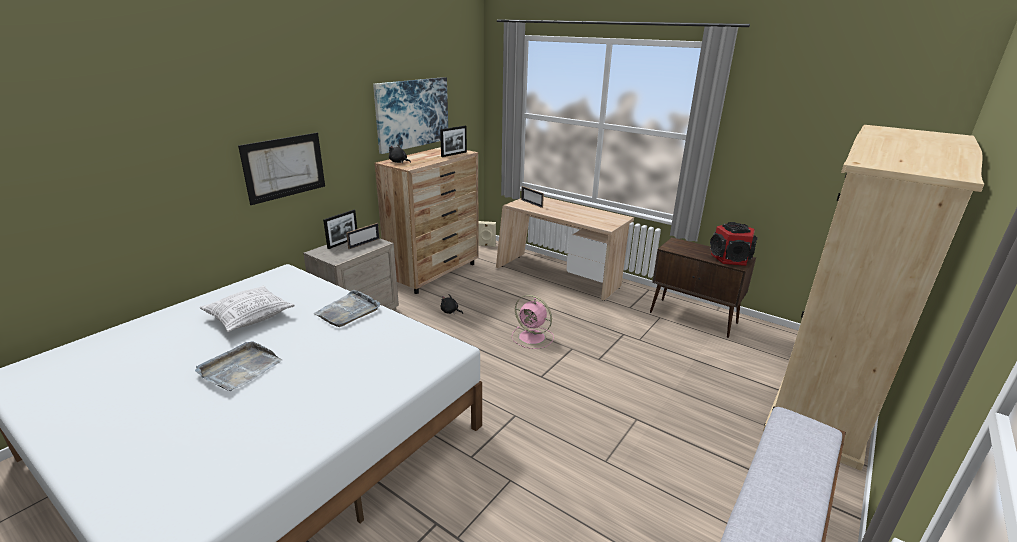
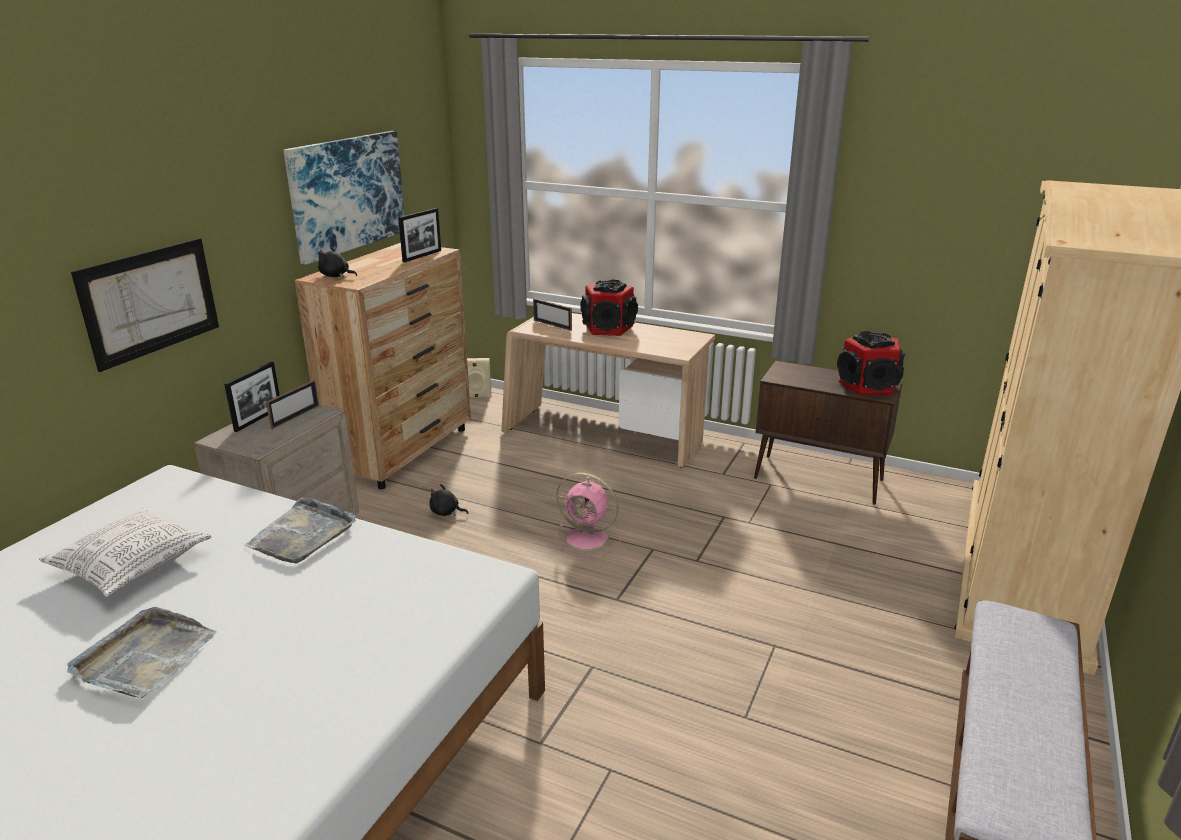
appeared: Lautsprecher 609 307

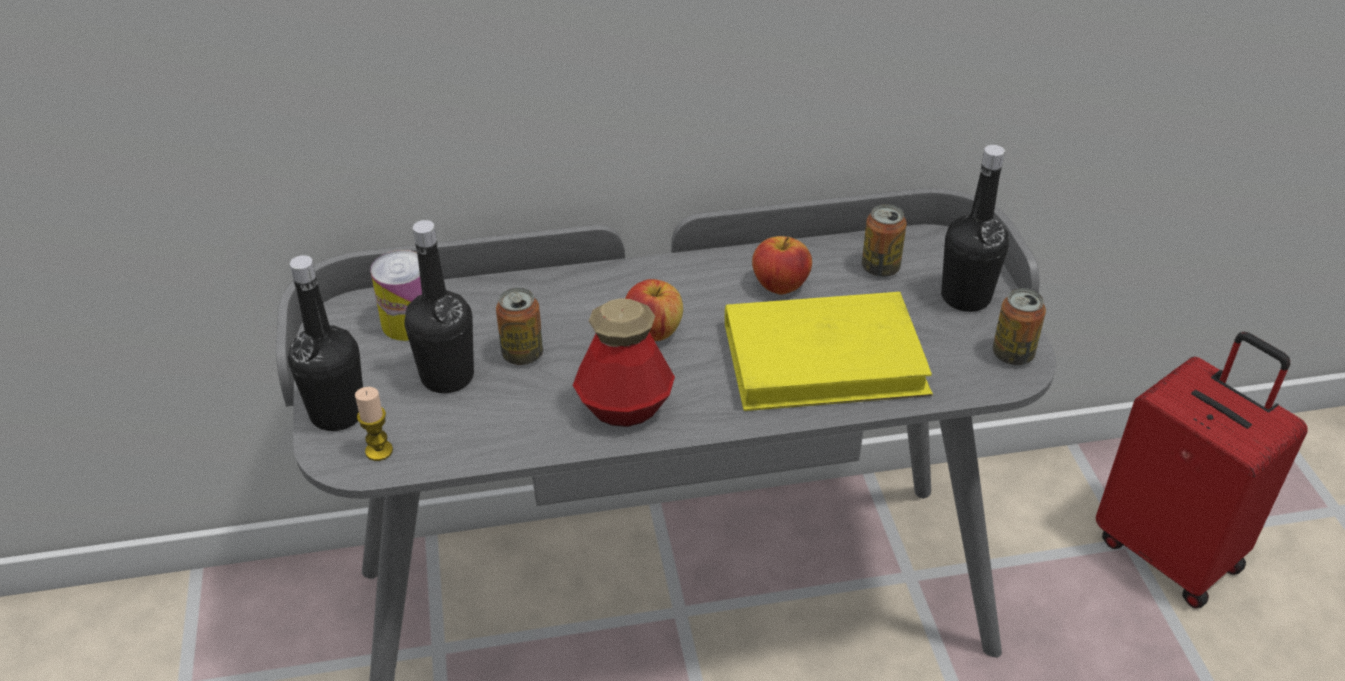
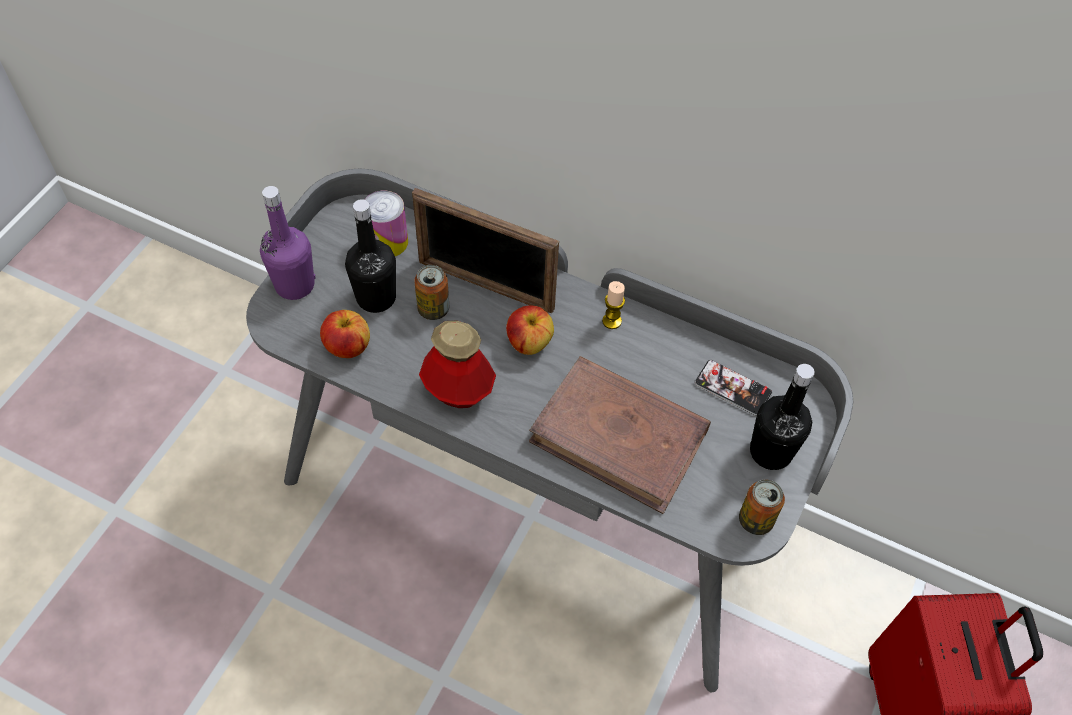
appeared: Bilderrahmen 485 250
relocated: Apfel 782 265 to 345 334; Kerze 374 424 to 613 305
exchanged: Dose 884 240 to Handy 733 388
colour: Flasche/schwarz 325 343 to Flasche/lila 288 243; Buch/gelb 829 351 to Buch/braun 620 435

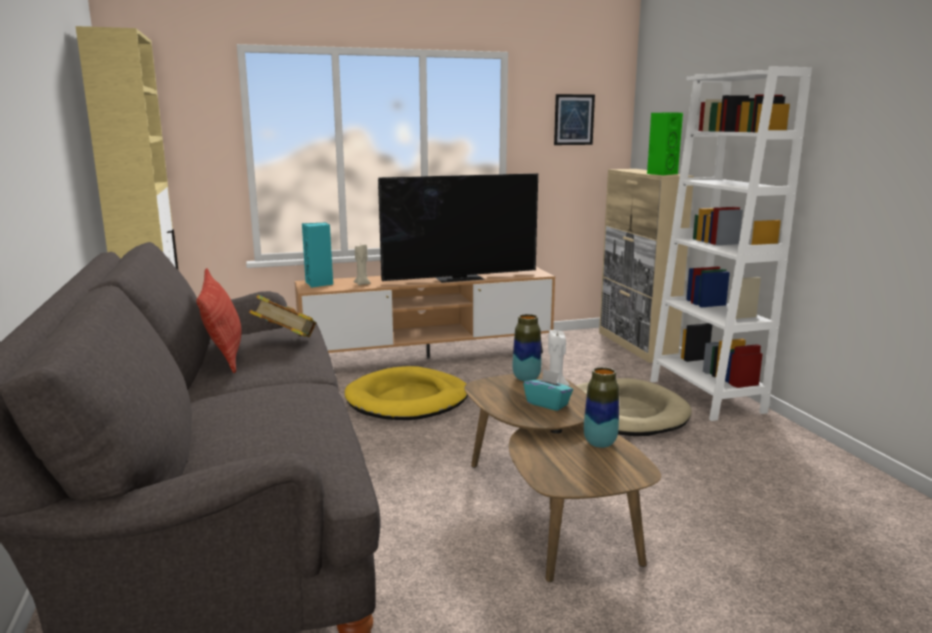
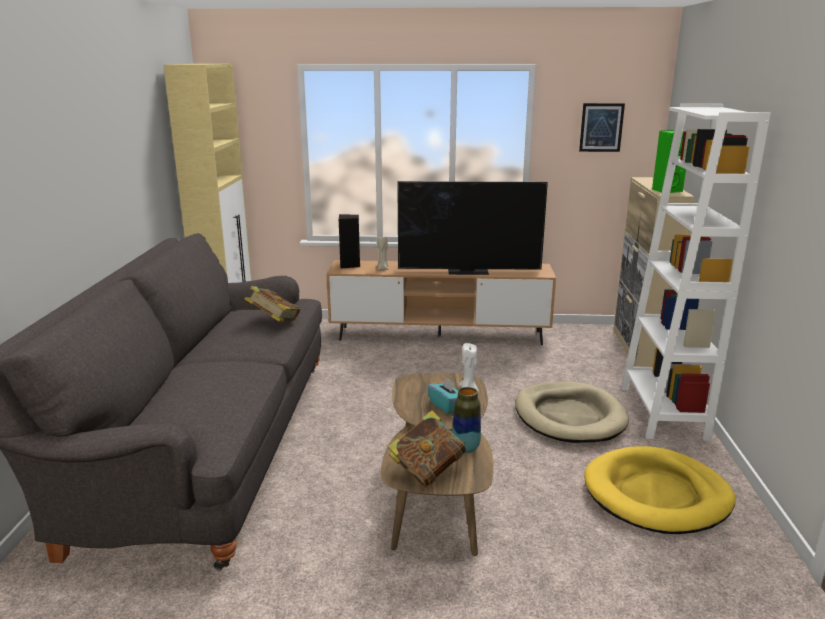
missing: Kissen 218 320; Vase 527 347
appeared: Buch 427 449
relocated: Hundebett/gelb 406 393 to 660 490
colour: Lautsprecher/türkis 317 255 to Lautsprecher/schwarz 349 241

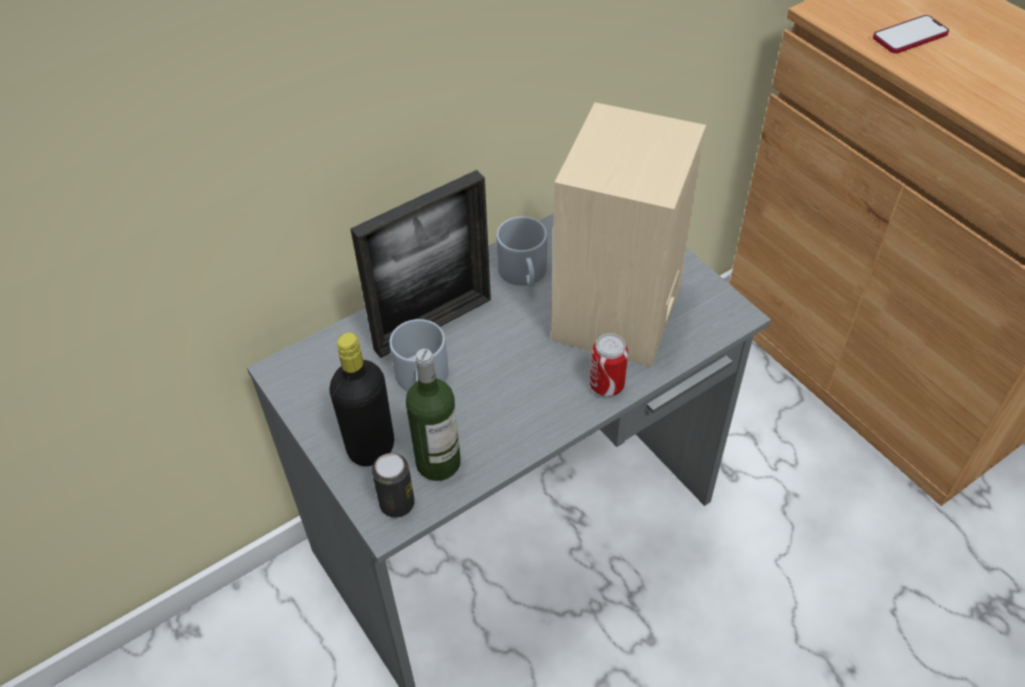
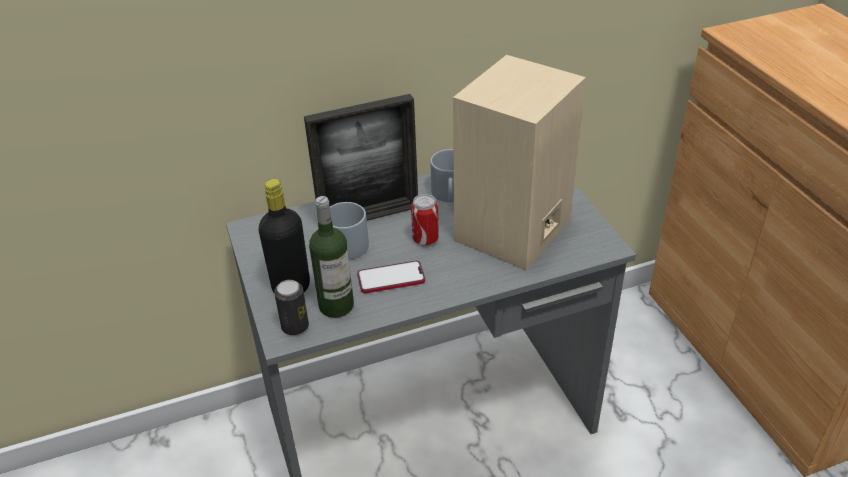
relocated: Handy 911 34 to 391 277; Dose 609 365 to 425 220

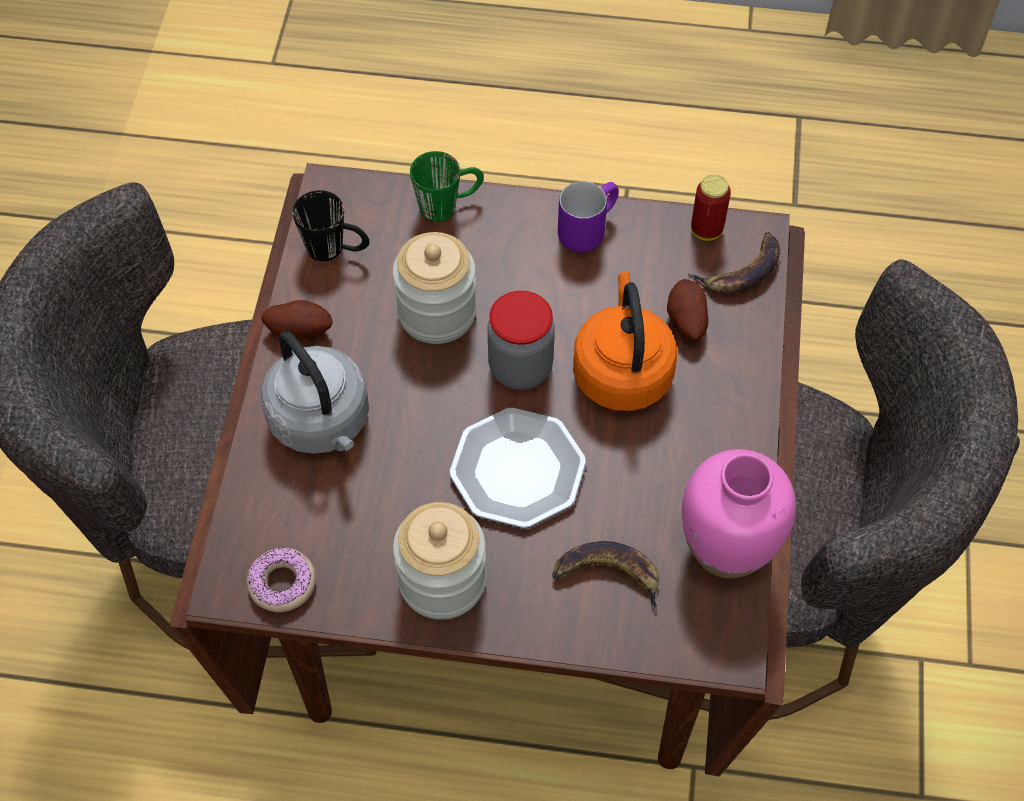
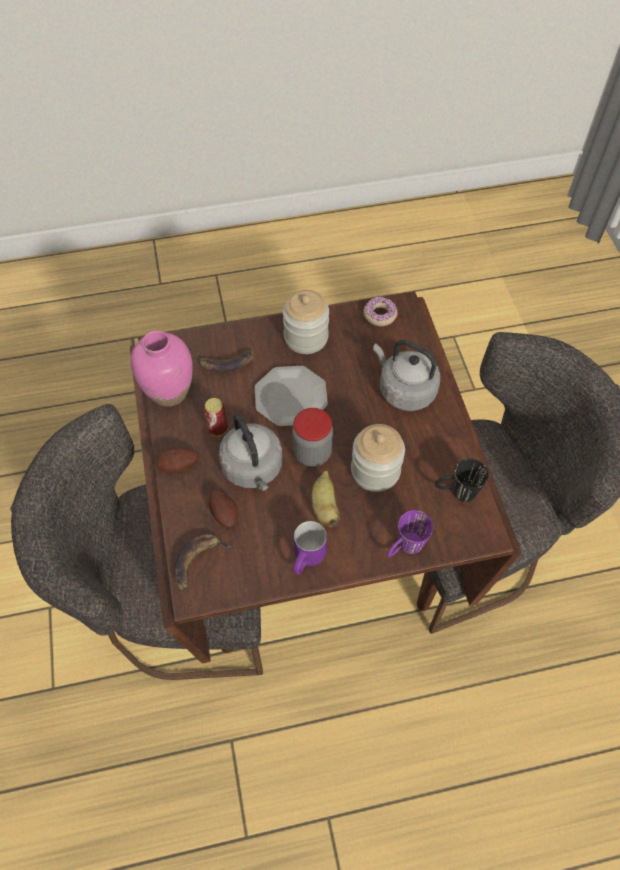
appeared: Banane 326 499
relocated: Kartoffel 297 320 to 176 460; Dose 711 208 to 215 417
colour: Wasserkessel/orange 625 341 to Wasserkessel/grau 250 452; Henkelbecher/grün 447 186 to Henkelbecher/lila 410 533

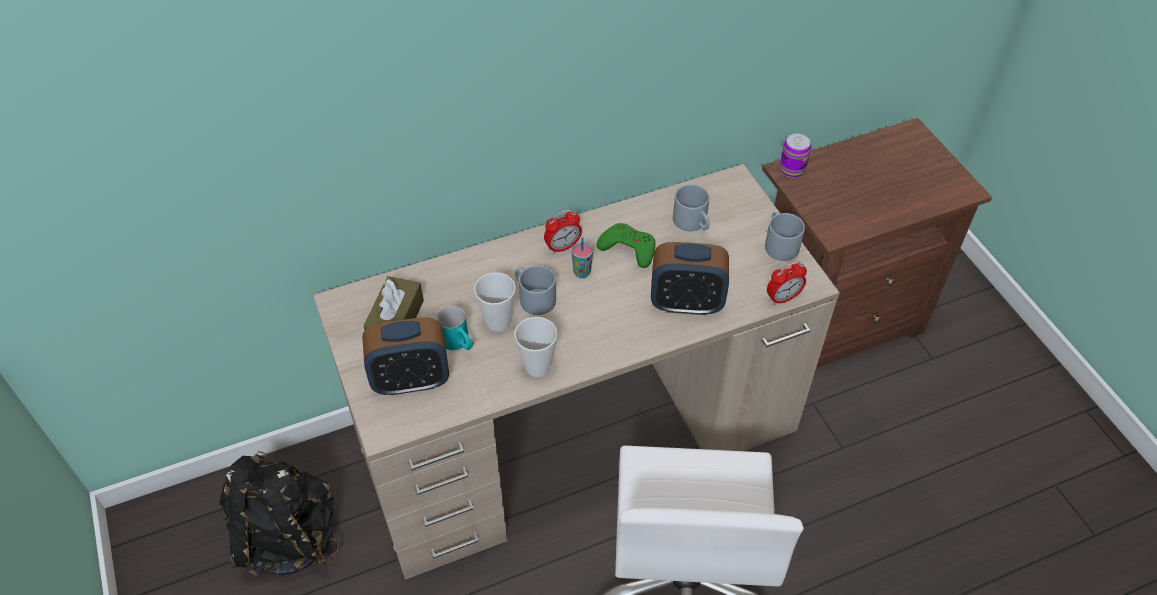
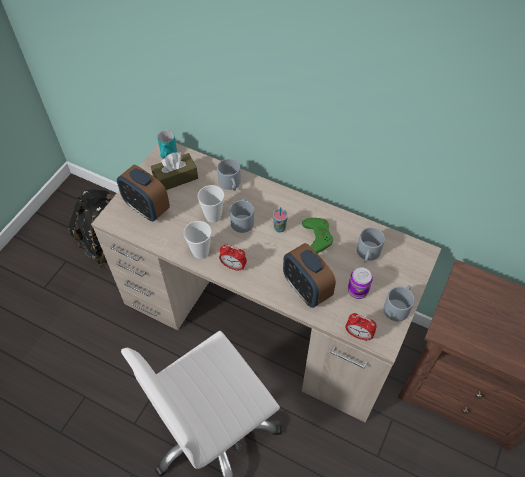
appeared: Henkelbecher/grau 229 175
relocated: Henkelbecher/türkis 454 328 to 167 144; Wecker 563 232 to 233 257; Dose 795 156 to 360 283

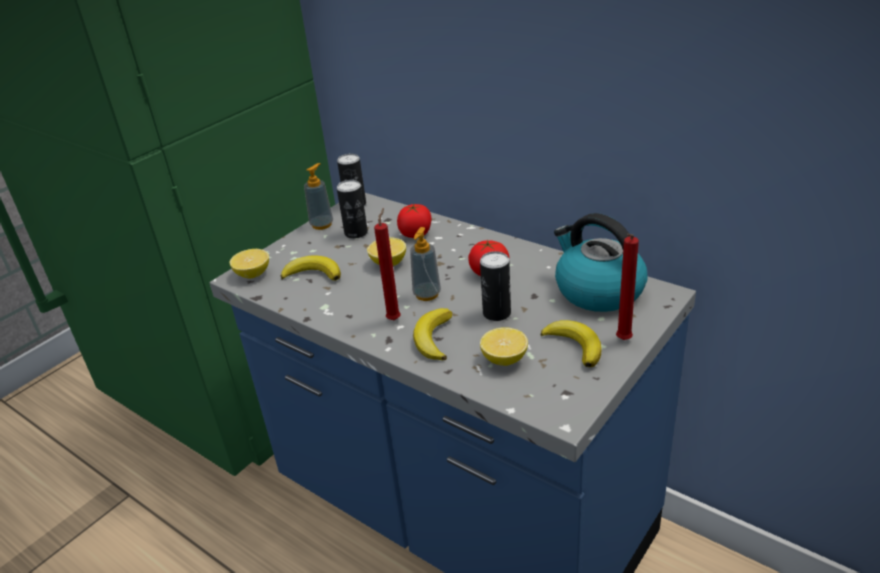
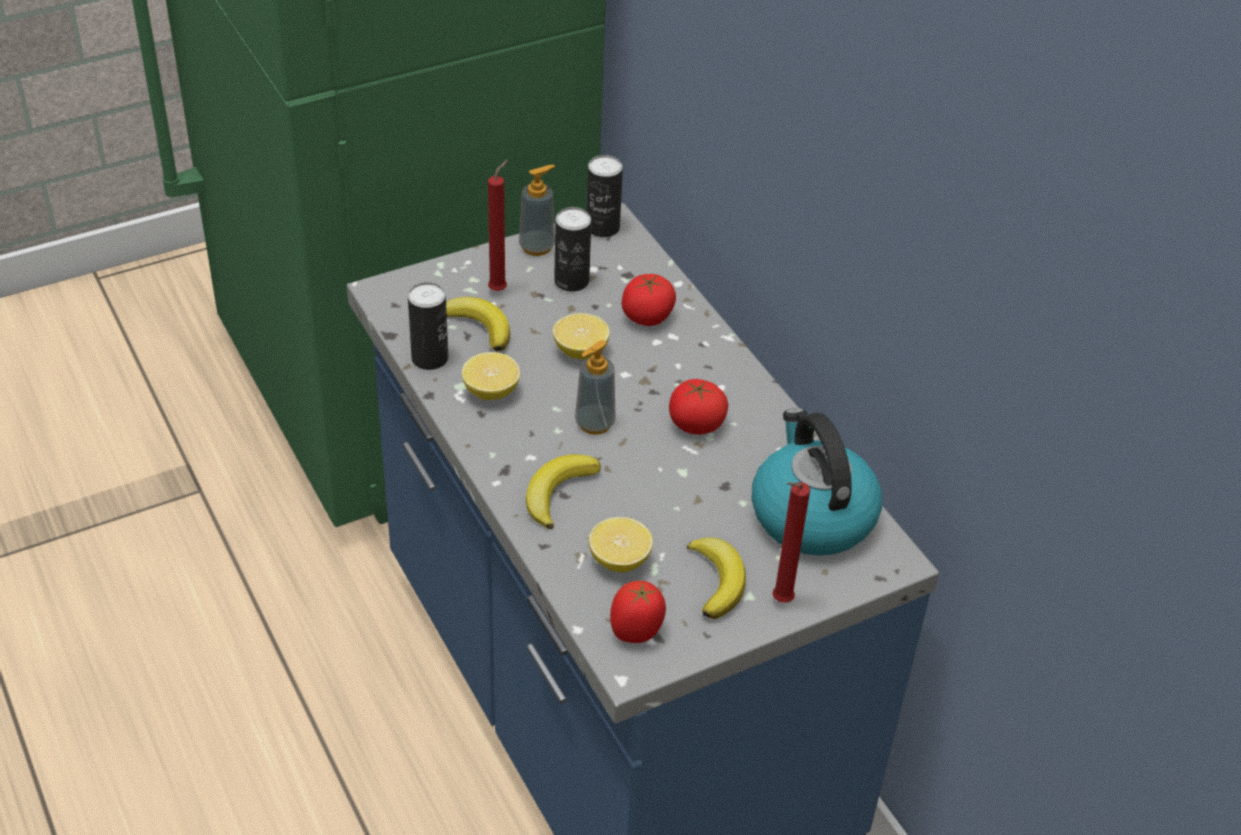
appeared: Tomate 638 612
relocated: Dose 495 286 to 428 326; Zitrone 249 263 to 491 376; Kerze/rot 387 264 to 498 225

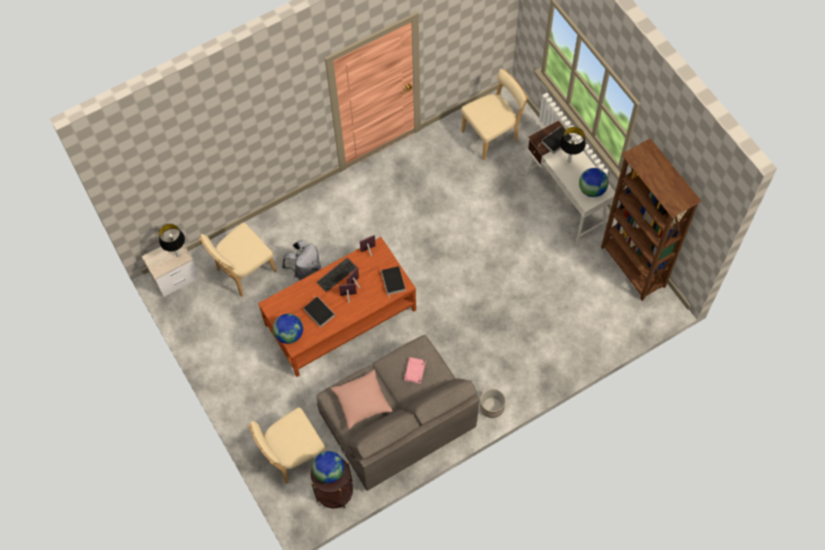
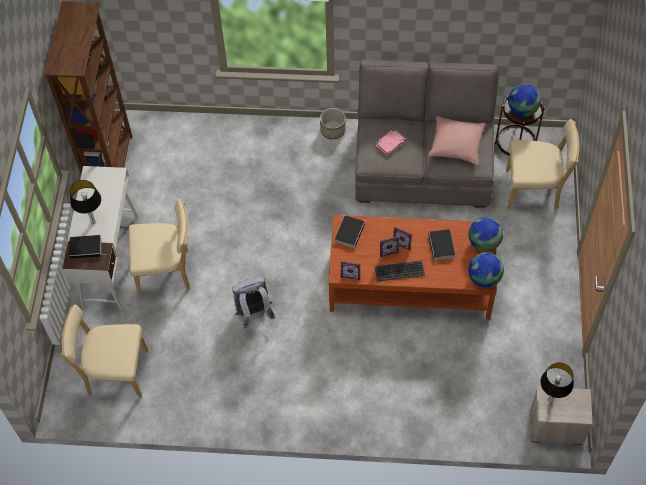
relocated: Stuhl/beige 238 259 to 159 247; Rucksack/grau 301 260 to 253 302; Globus 594 182 to 486 269

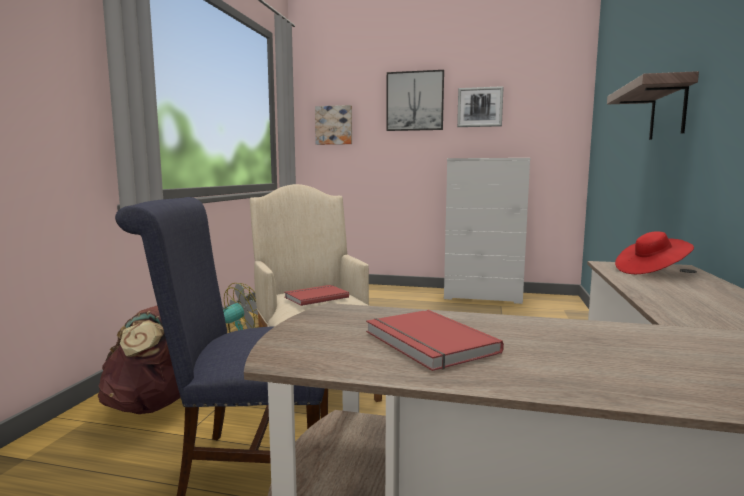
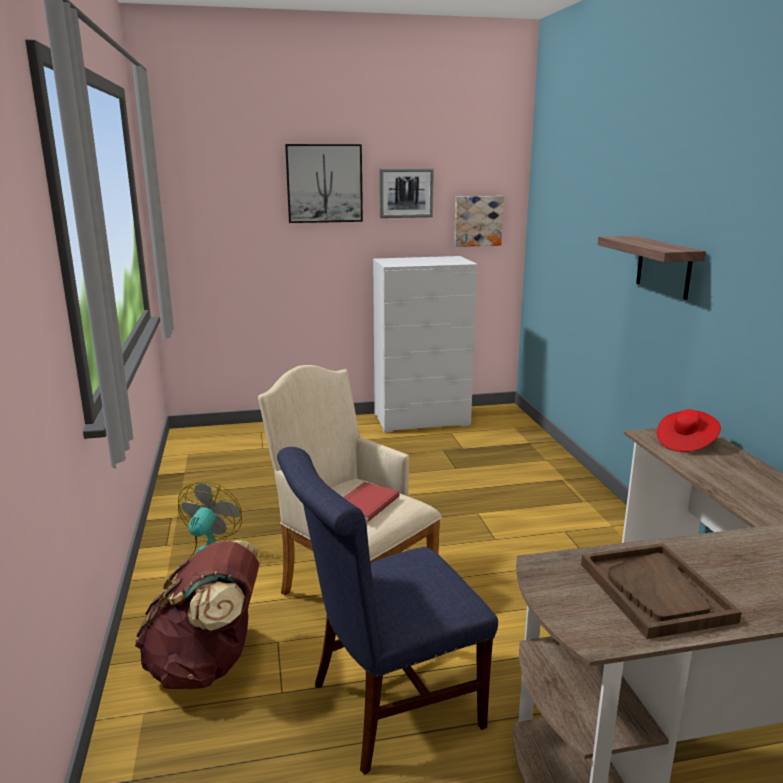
relocated: Bild 333 125 to 479 221
exchanged: Buch/rot 435 340 to Tablett/braun 661 591

